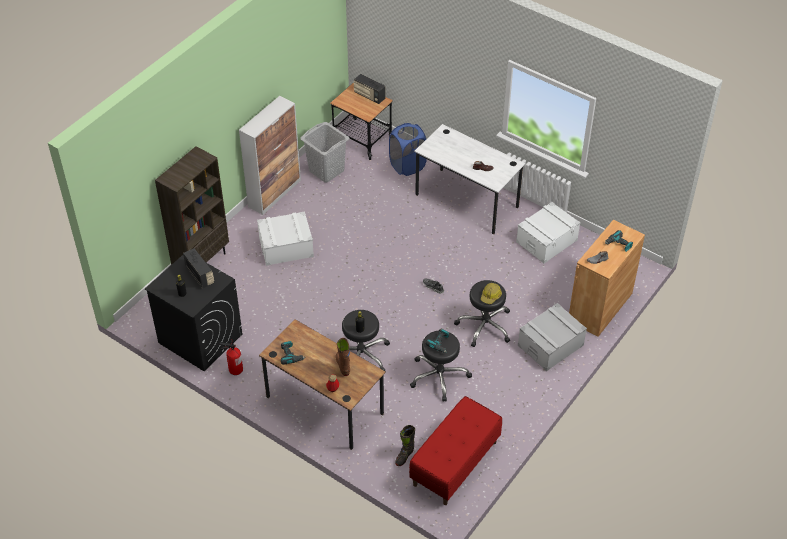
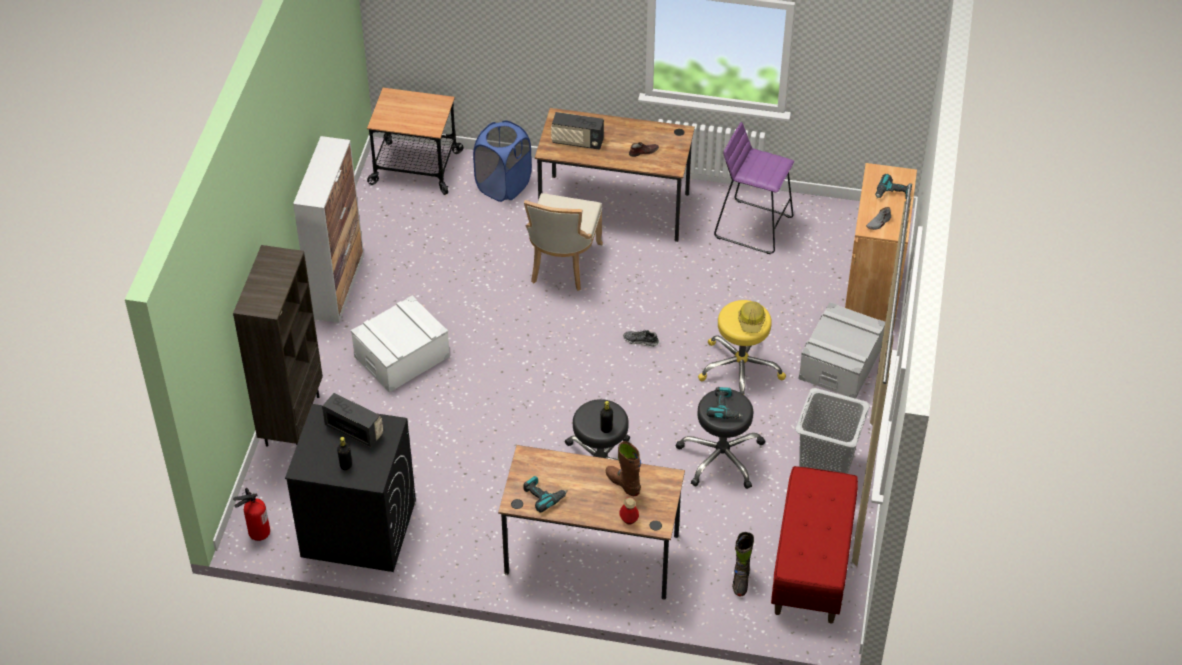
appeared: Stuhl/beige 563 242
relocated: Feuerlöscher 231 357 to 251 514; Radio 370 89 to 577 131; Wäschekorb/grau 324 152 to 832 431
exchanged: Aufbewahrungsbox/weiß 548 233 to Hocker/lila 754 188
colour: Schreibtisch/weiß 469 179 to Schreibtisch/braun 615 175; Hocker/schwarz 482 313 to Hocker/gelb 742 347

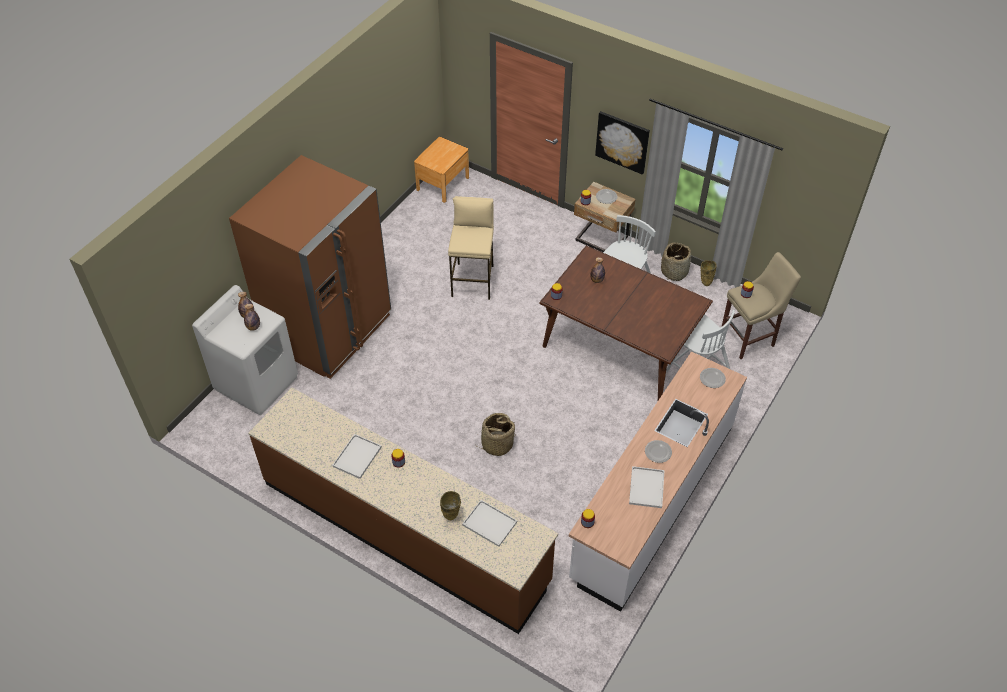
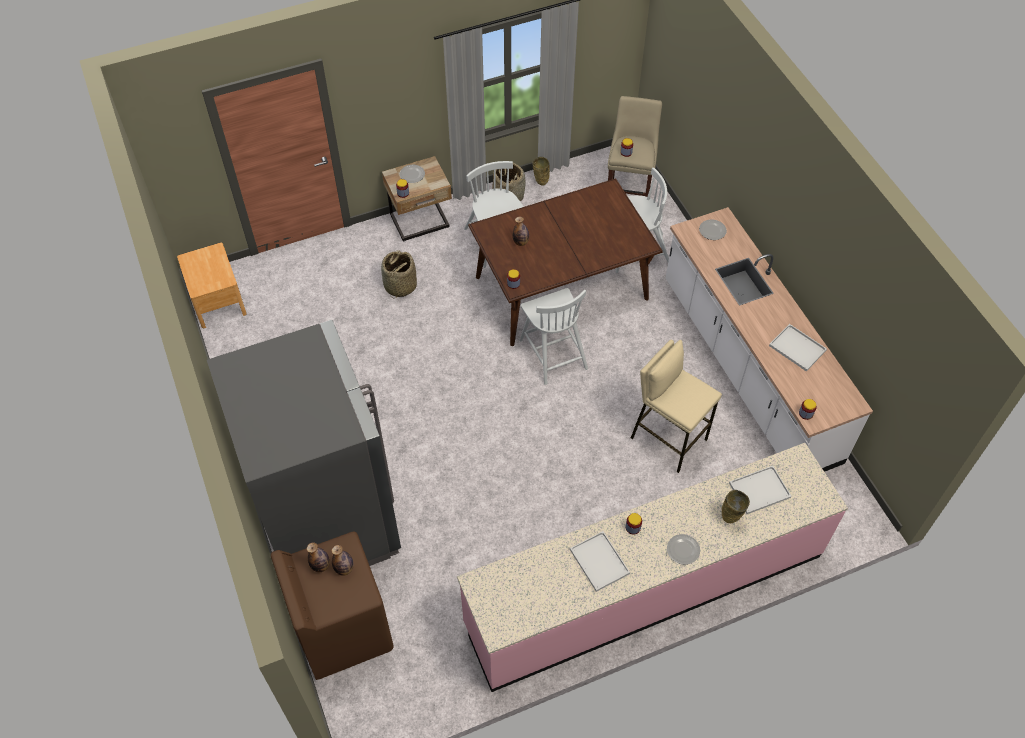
missing: Bild 622 143
appeared: Stuhl/weiß 554 336
relocated: Korb 496 434 to 399 274; Hocker/beige 471 248 to 676 406; Teller 658 451 to 683 549
colour: Kühlschrank/braun 310 267 to Kühlschrank/grau 304 443; Waschmaschine/weiß 245 350 to Waschmaschine/braun 332 605; Küchenzeile/braun 403 511 to Küchenzeile/rosa 652 567

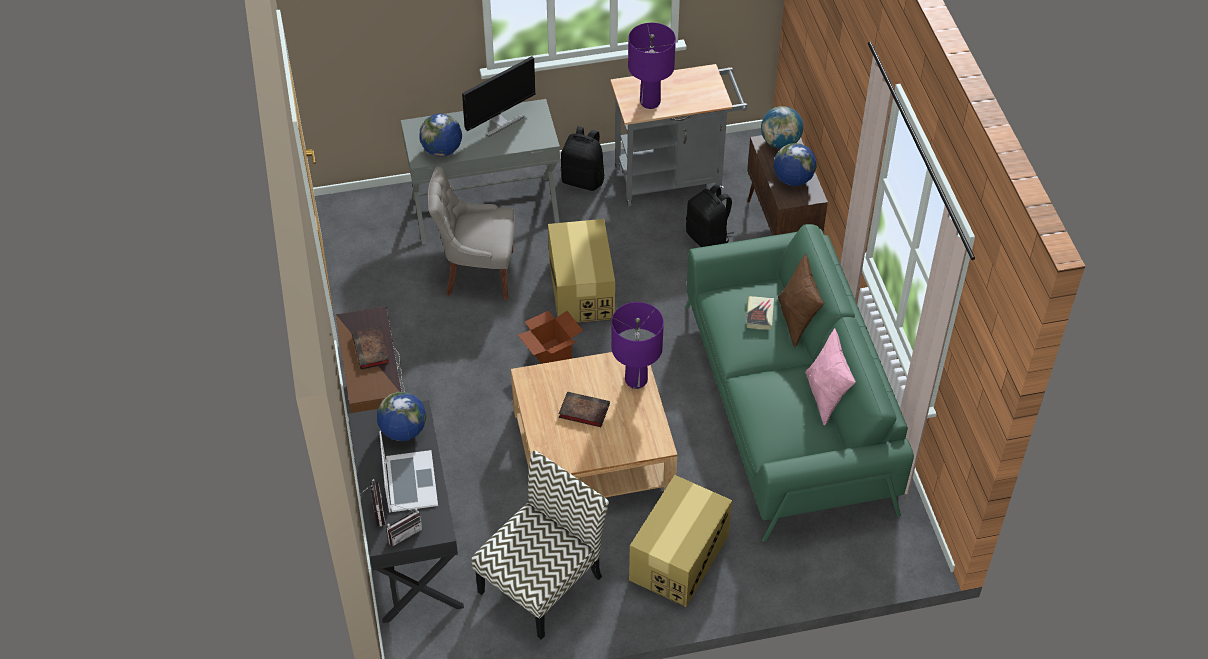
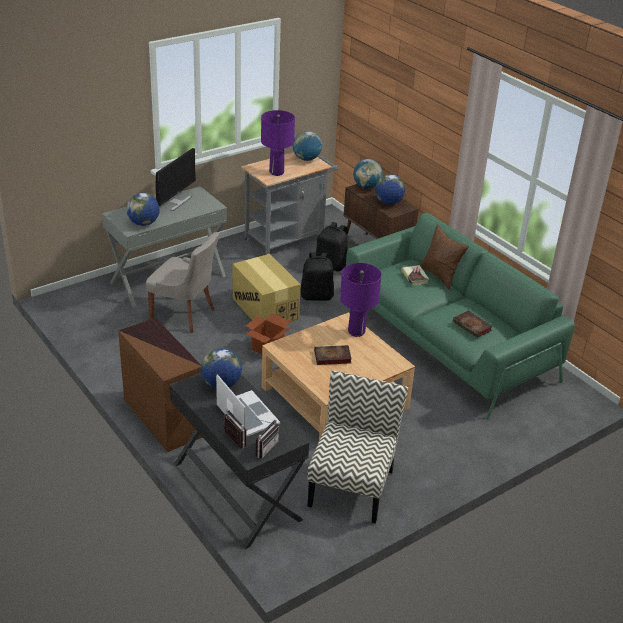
missing: Karton 680 541; Kissen/rosa 830 377
appeared: Globus 307 146
relocated: Rucksack/schwarz 582 158 to 317 276; Buch 371 348 to 473 324
spun: Stuhl/grau 471 233 = 183 282 135 degrees counterclockwise

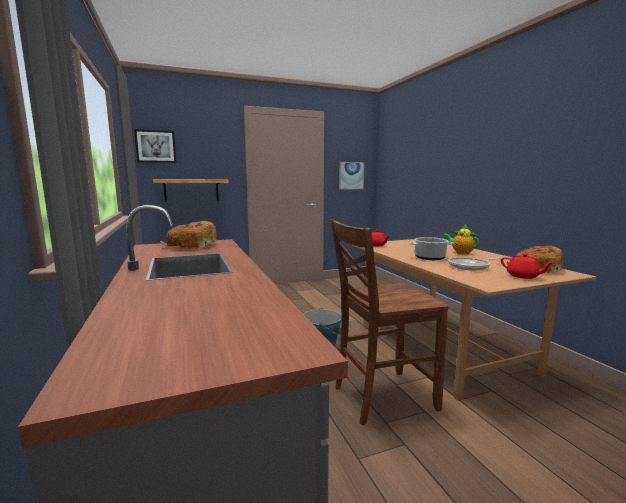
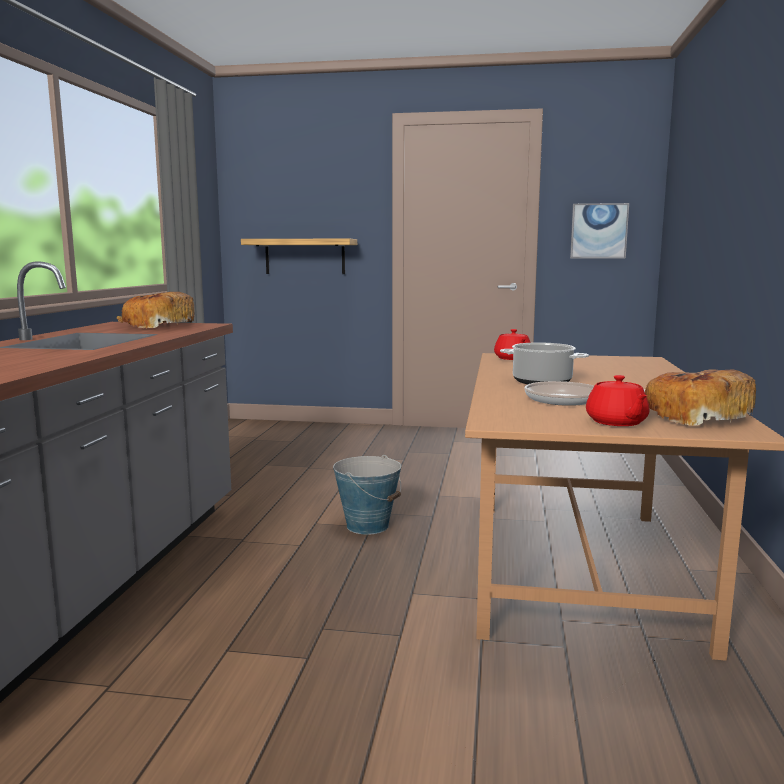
missing: Bild 155 146; Stuhl/braun 389 322; Teekanne 461 239

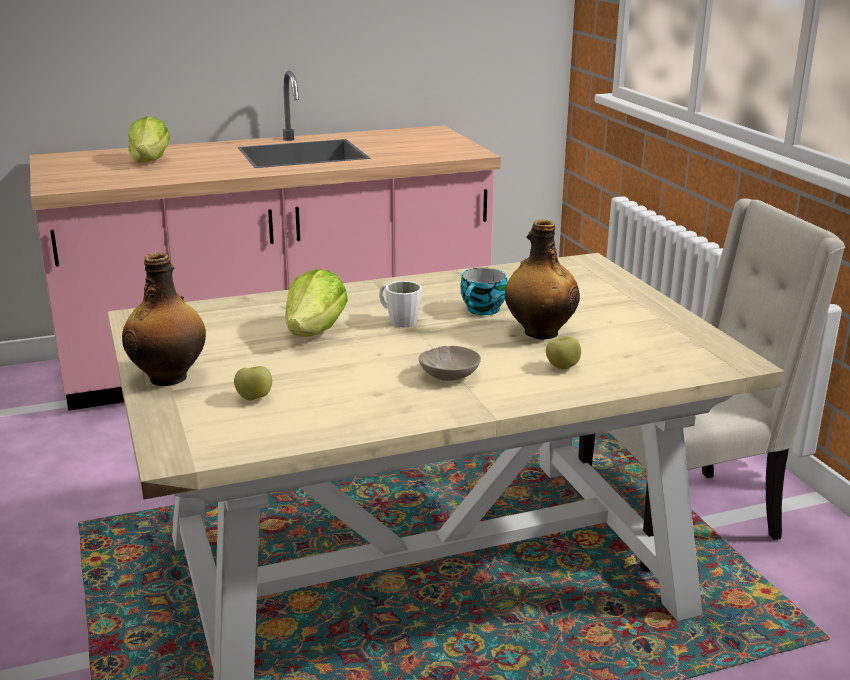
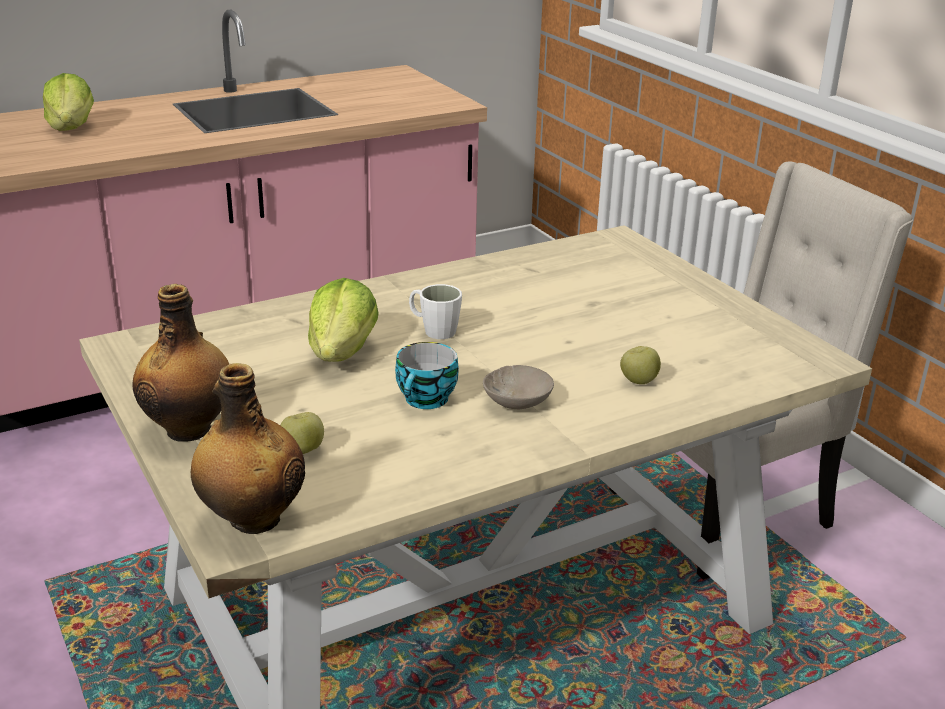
relocated: Flasche 542 279 to 248 448; Tasse 484 291 to 427 375

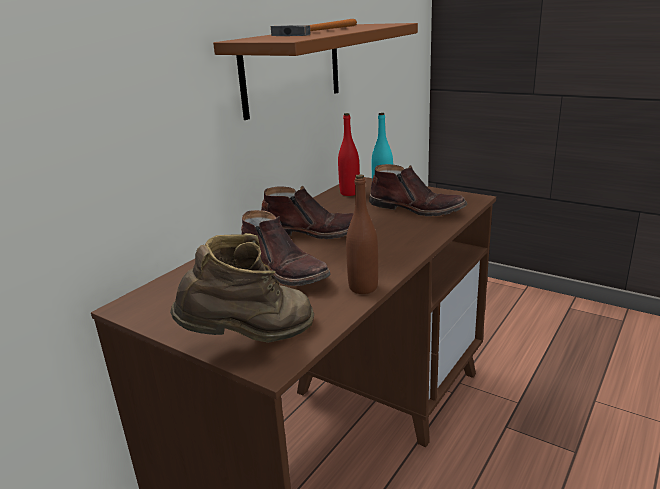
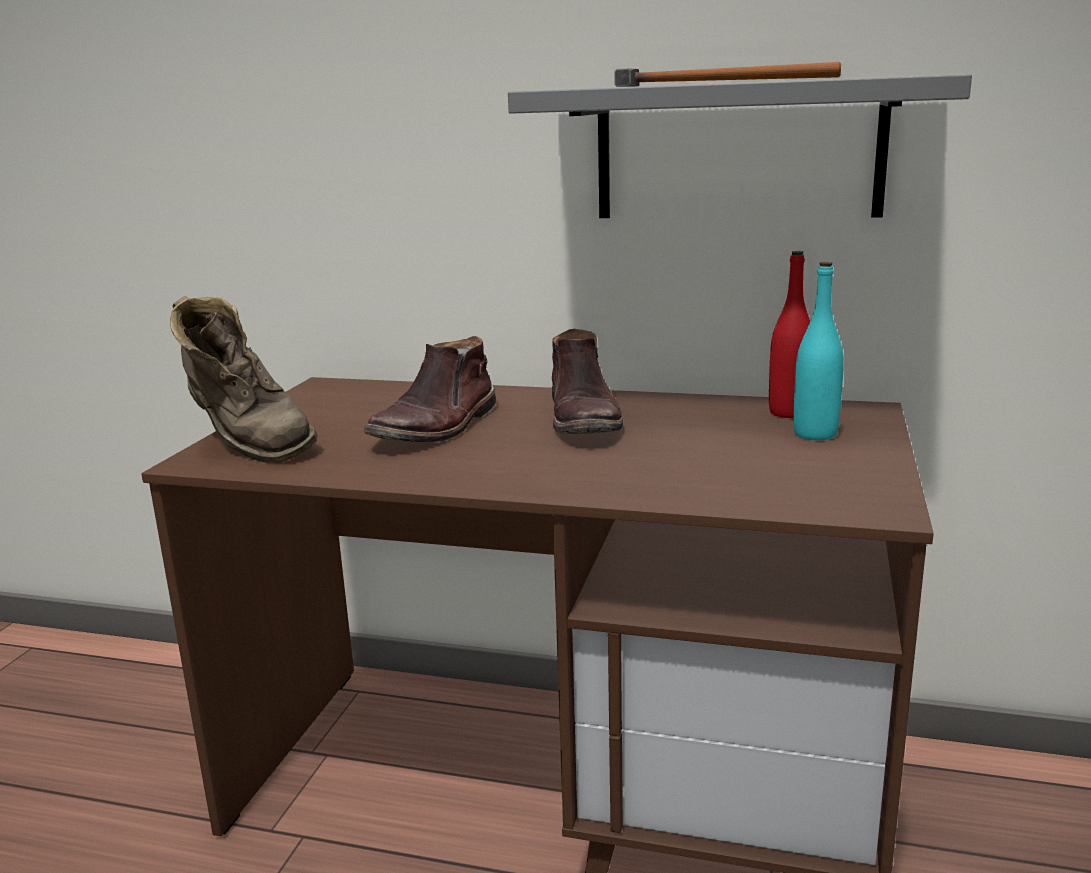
missing: Flasche/braun 362 234; Stiefel/braun 418 190
colour: Wandregal/braun 315 71 to Wandregal/grau 740 146

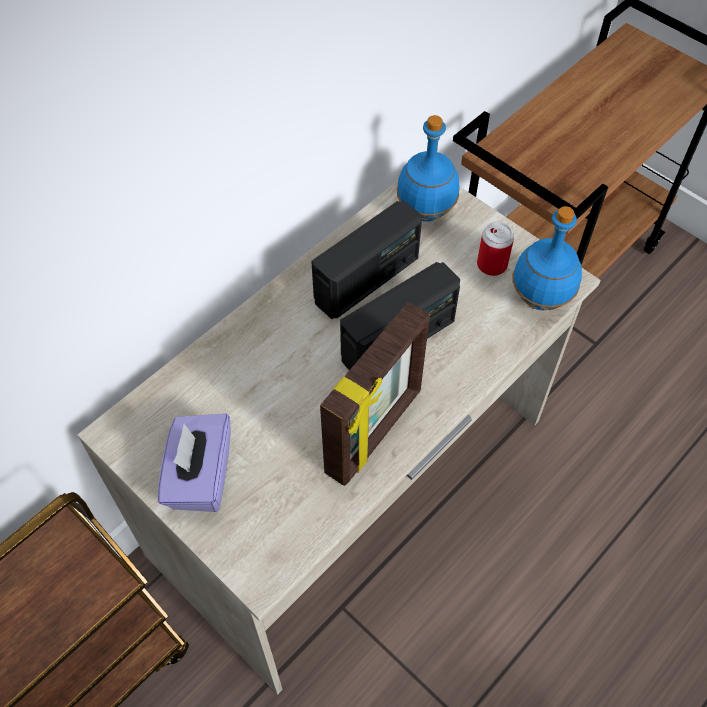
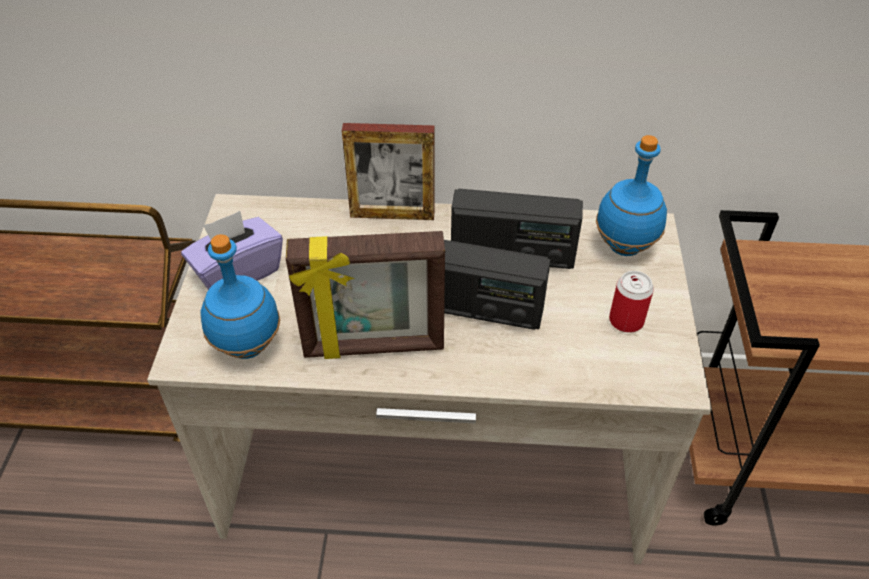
appeared: Bilderrahmen 388 171
relocated: Flasche/blau 547 258 to 240 296

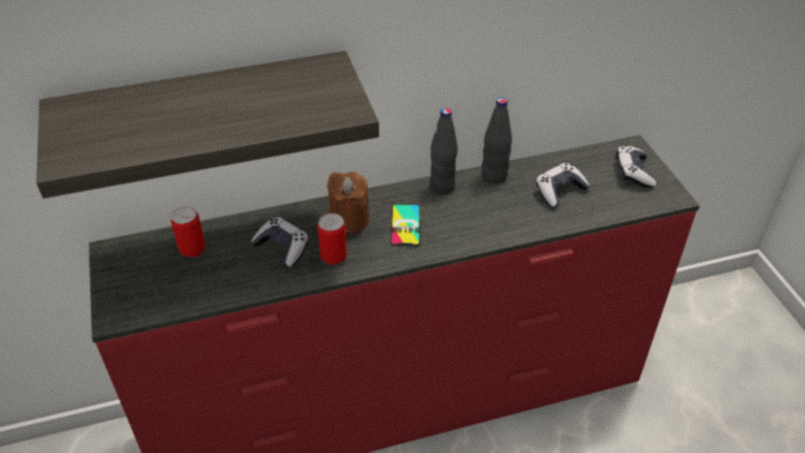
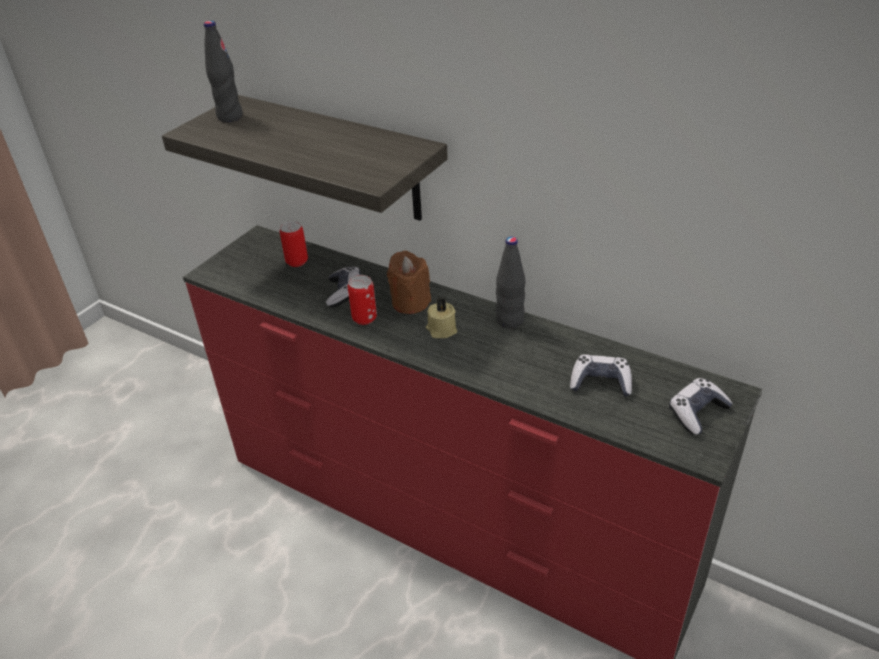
relocated: Flasche/schwarz 497 140 to 223 71
exchanged: Handy 405 225 to Kerze/beige 441 317

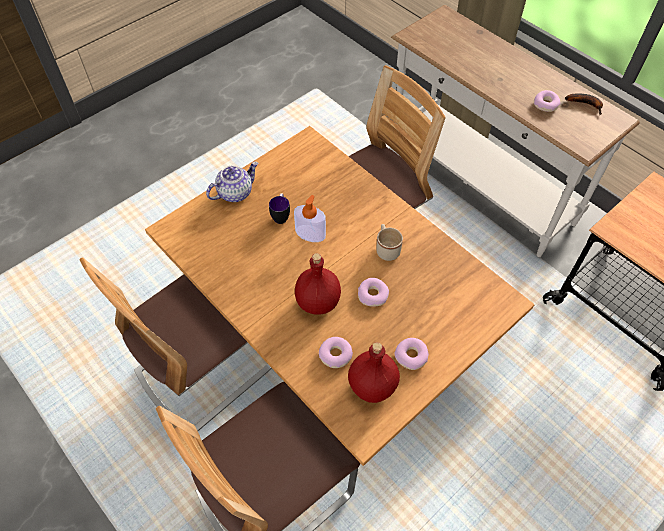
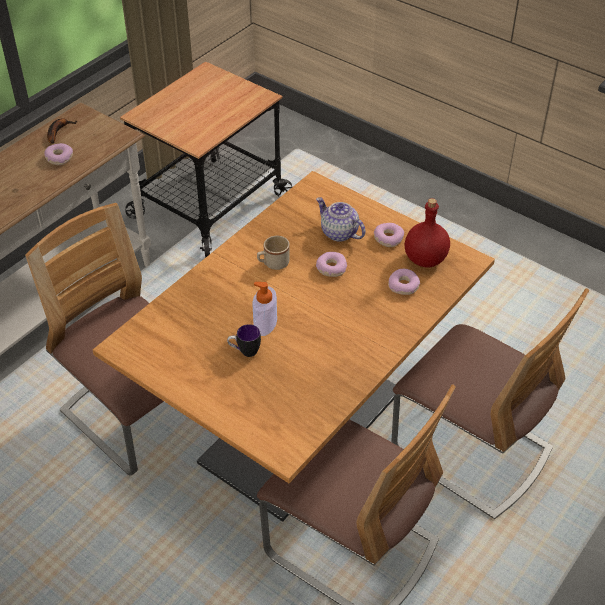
missing: Flasche/rot 318 284
relocated: Teekanne 232 182 to 341 219

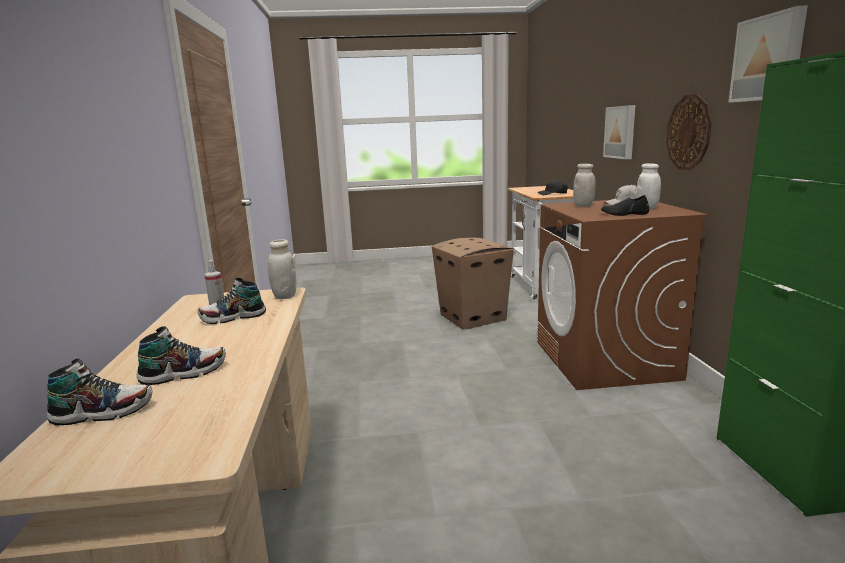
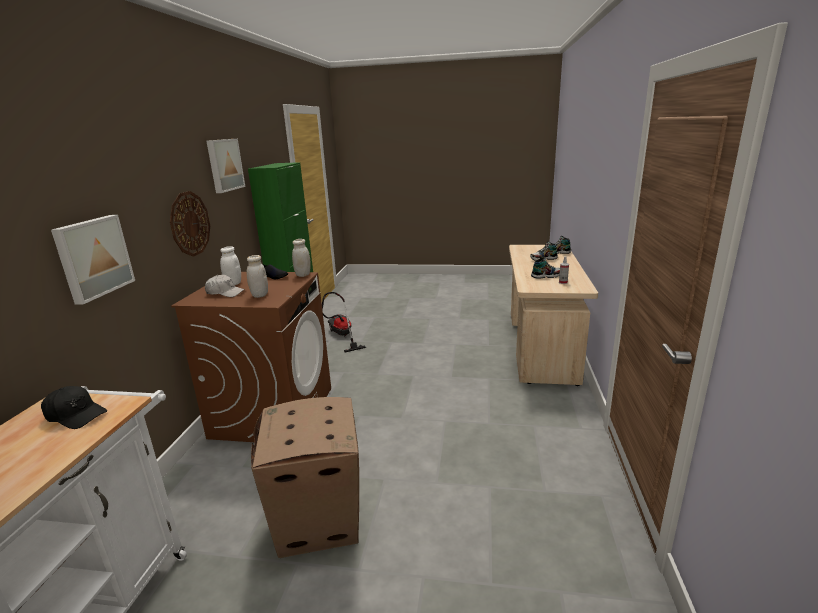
appeared: Staubsauger 344 322
relocated: Vorratsglas/weiß 282 269 to 301 258

